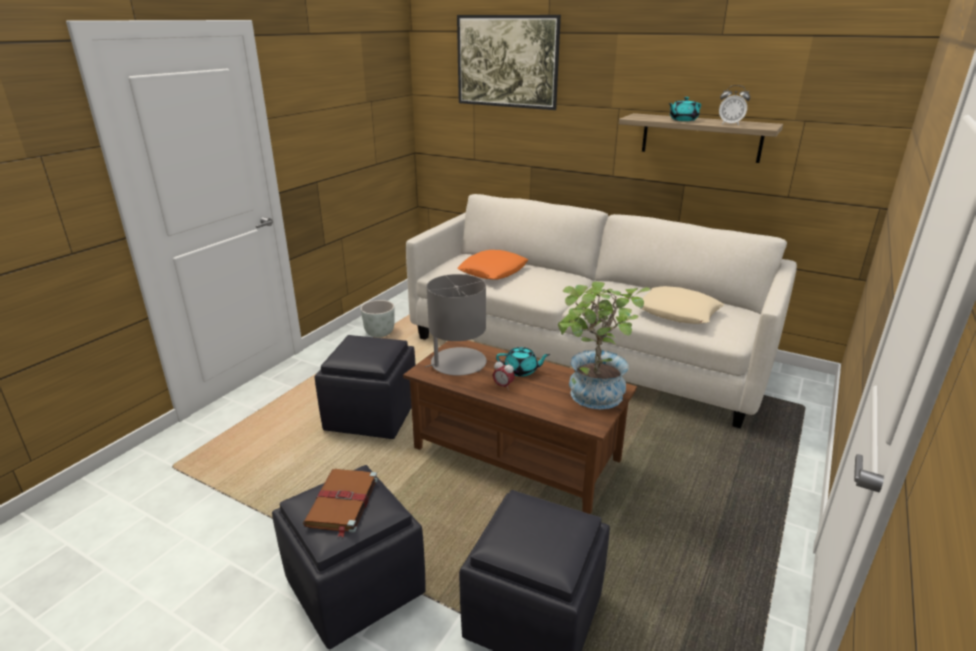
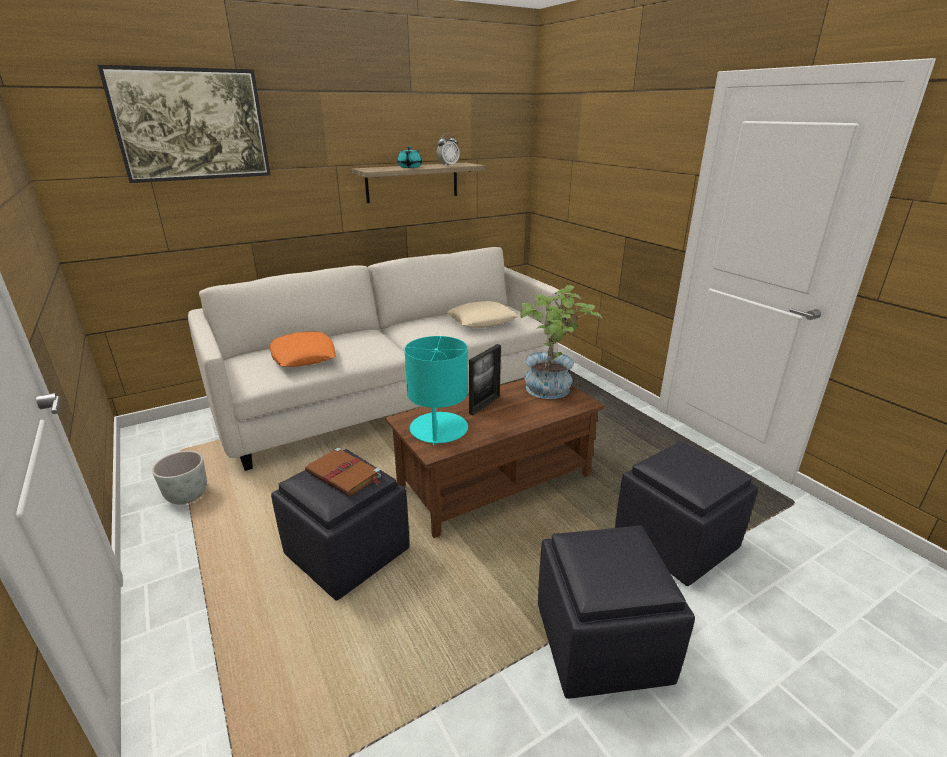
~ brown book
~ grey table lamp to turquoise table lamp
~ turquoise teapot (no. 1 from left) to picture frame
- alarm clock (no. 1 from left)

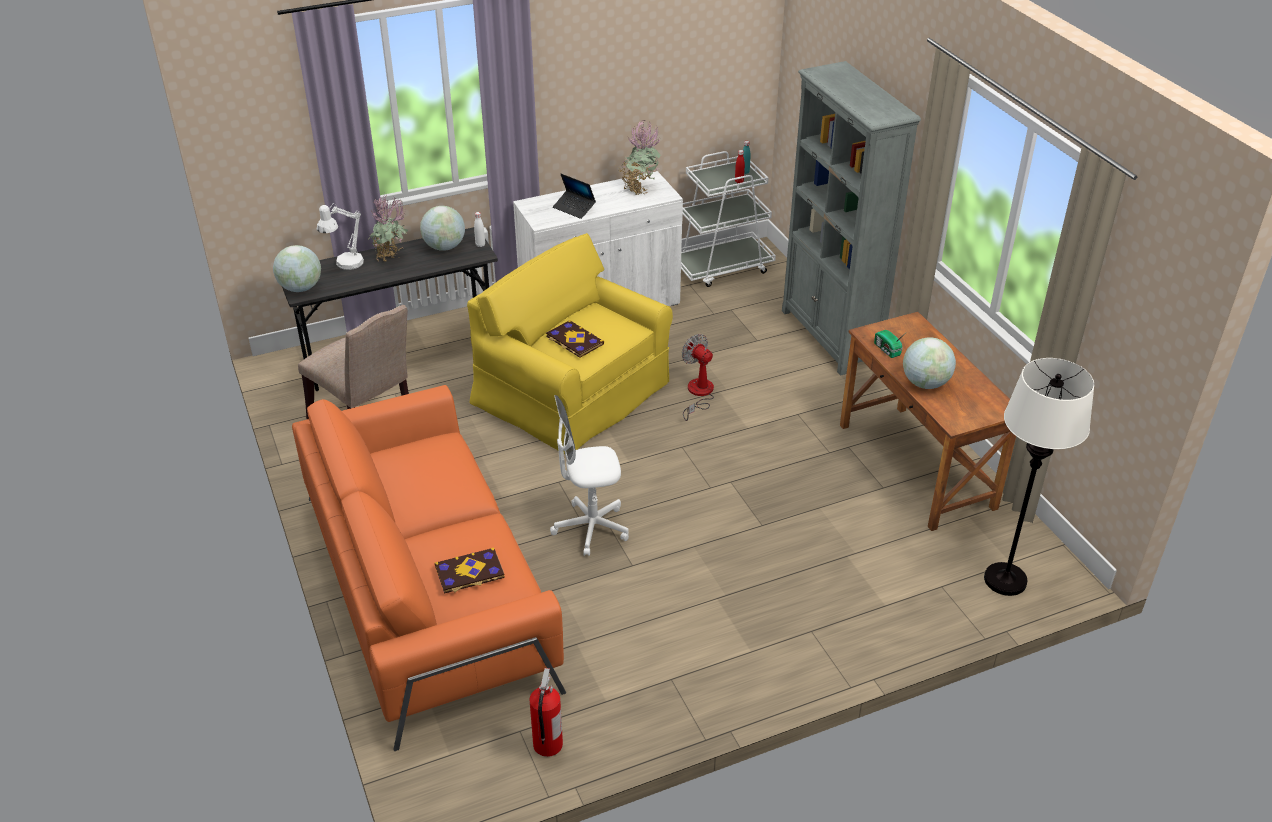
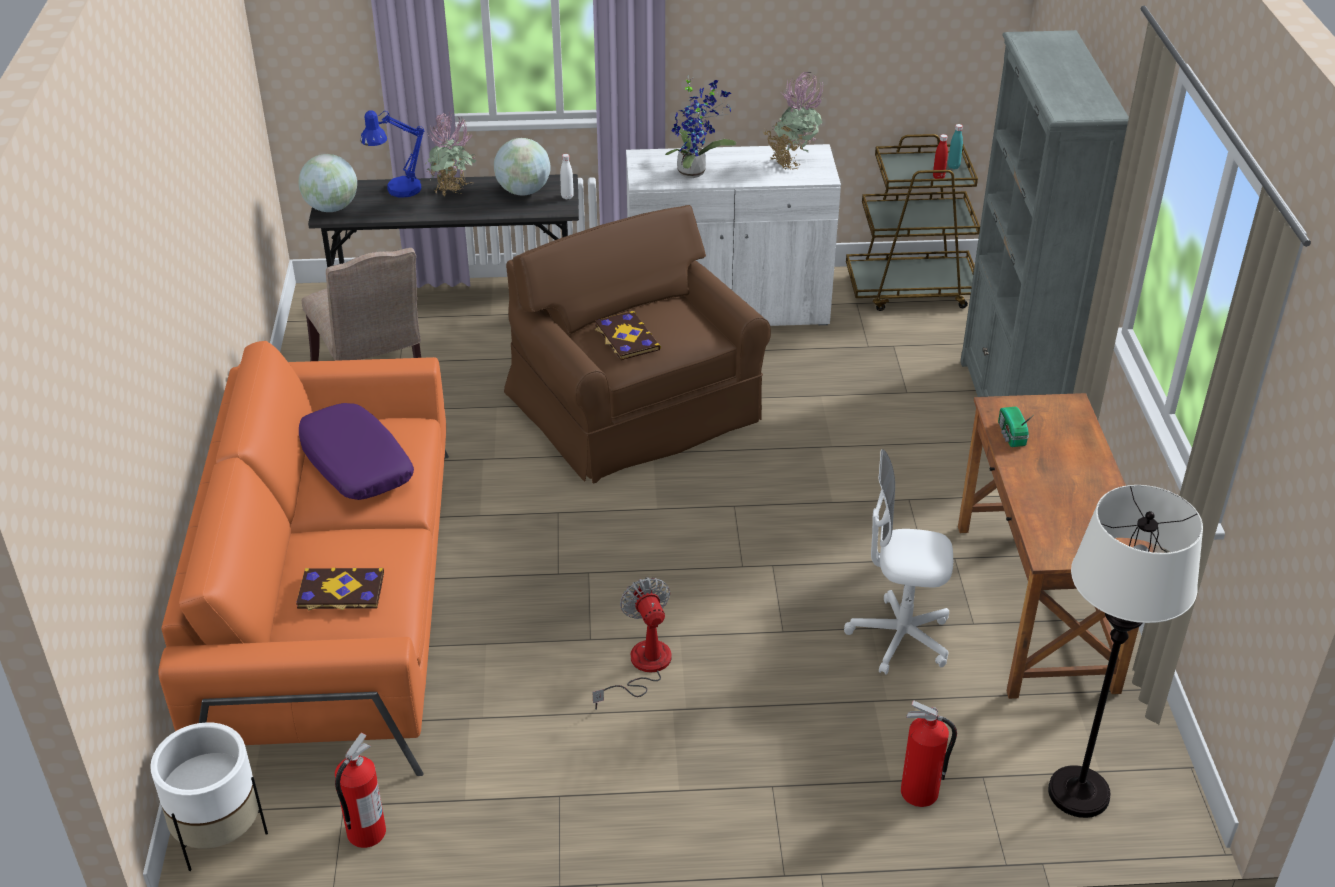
+ white planter
+ purple pillow
~ white table lamp to blue table lamp
~ yellow armchair to brown armchair
~ fan
~ laptop to potted plant (no. 2 from left)
~ white office chair
~ white cart to brown cart
+ fire extinguisher (no. 2 from left)
- globe (no. 3 from left)

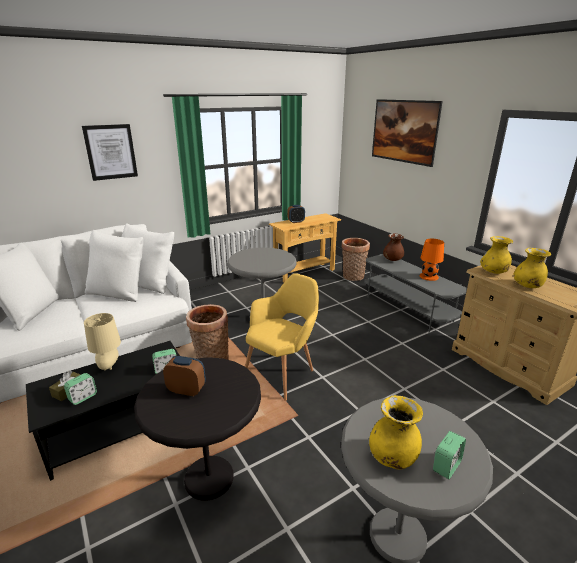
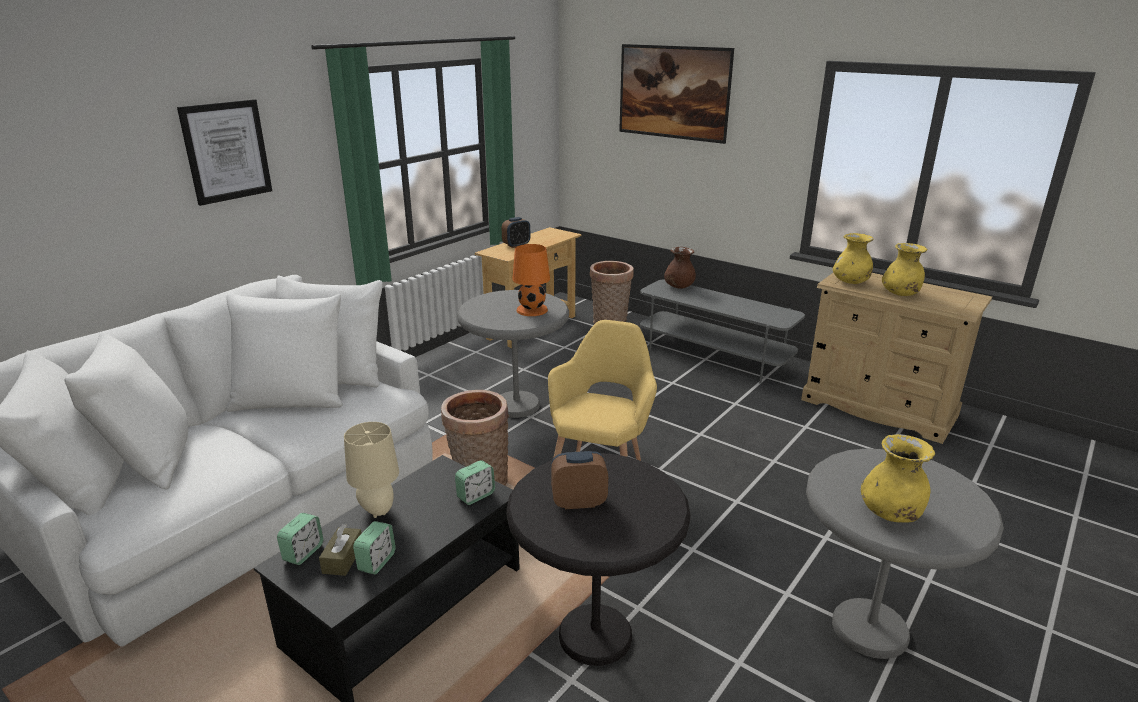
~ alarm clock (no. 5 from left in the first image) to alarm clock (no. 1 from left)
~ orange table lamp

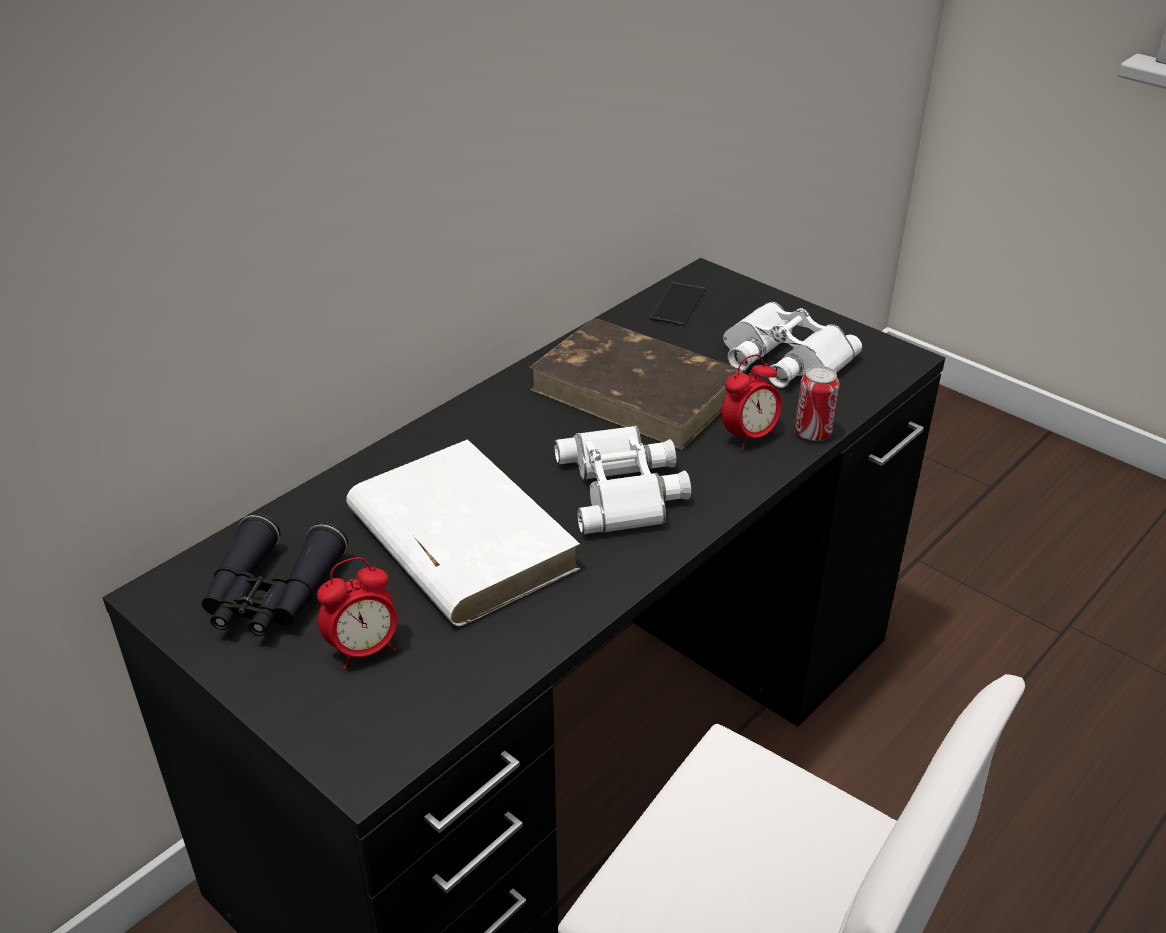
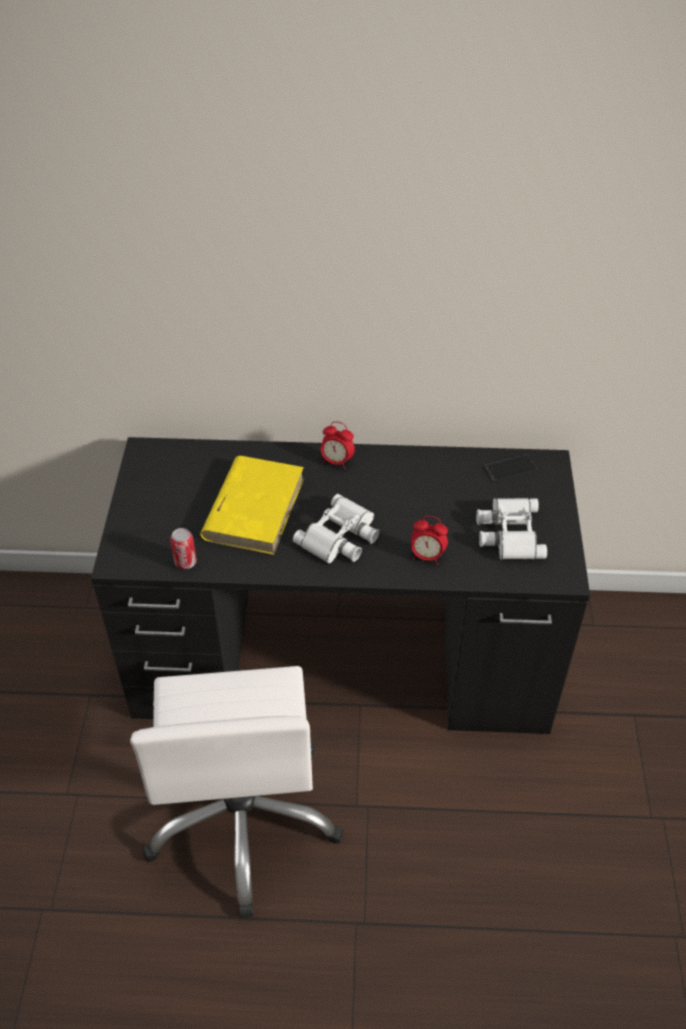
~ can
~ white book to yellow book
~ alarm clock (no. 1 from left)
- black binoculars
- brown book

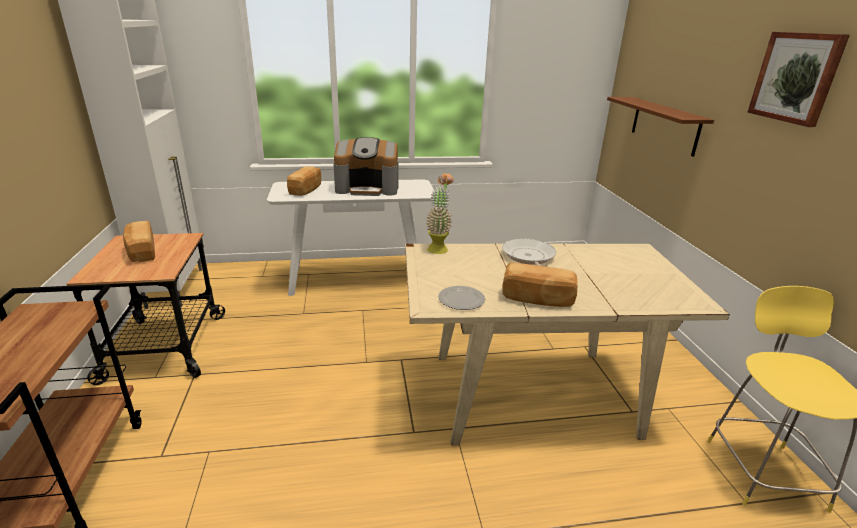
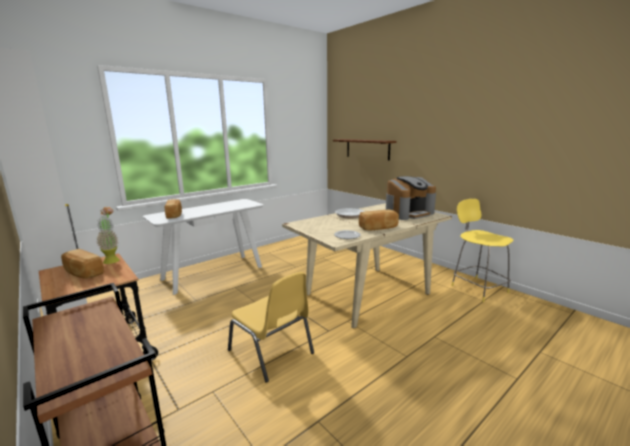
~ potted plant
+ yellow chair
~ coffee machine
- picture

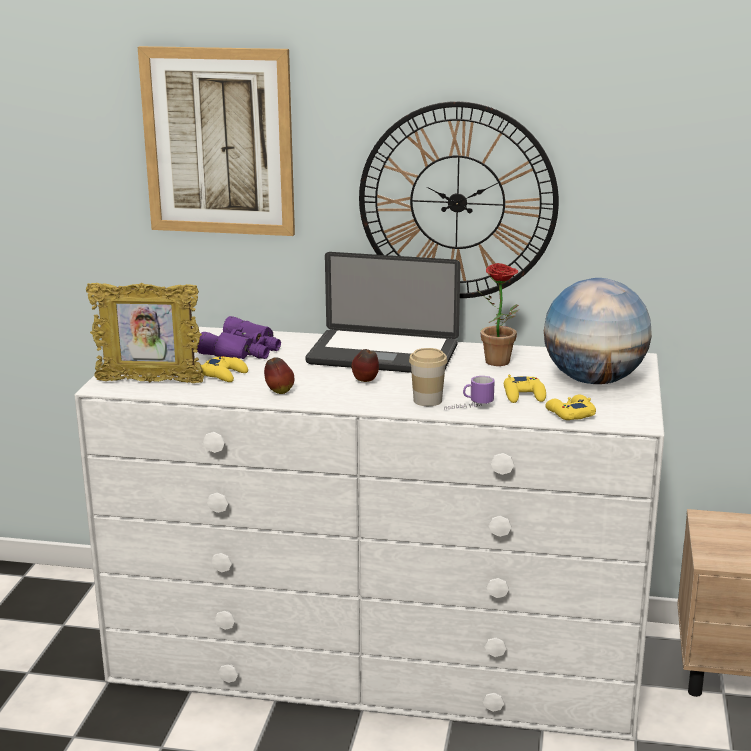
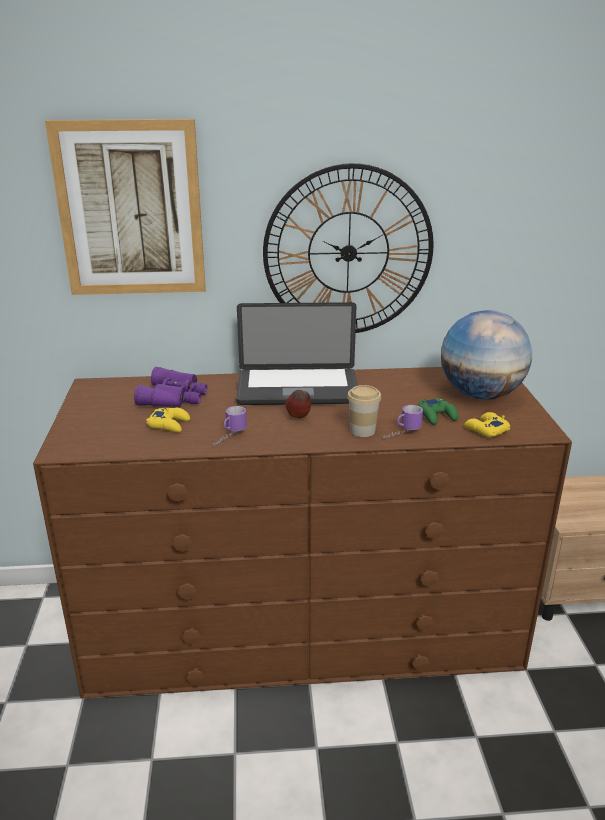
~ white dresser to brown dresser
~ apple (no. 1 from left) to mug (no. 1 from left)
~ yellow game controller (no. 2 from left) to green game controller
- picture frame
- potted plant

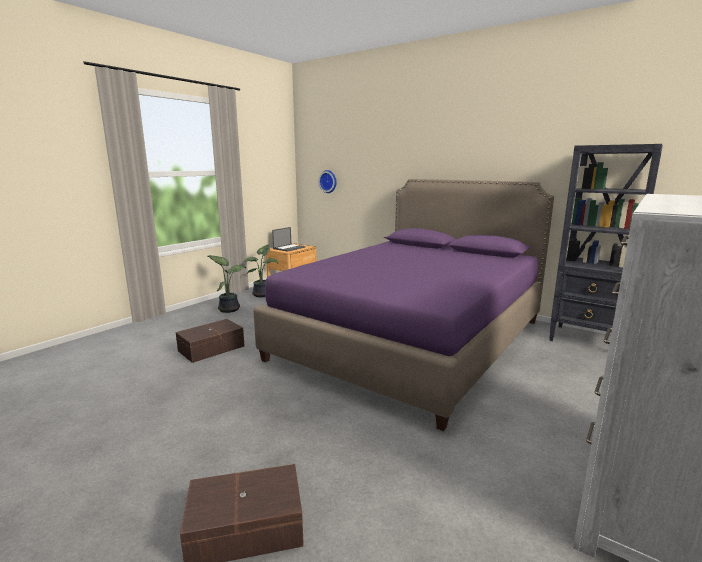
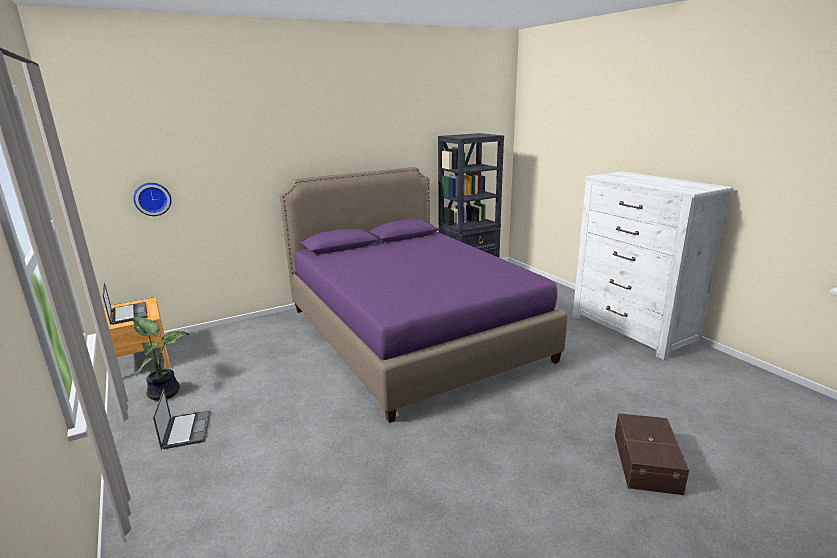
~ potted plant (no. 1 from left) to laptop (no. 2 from left)
- brown storage box (no. 1 from left)

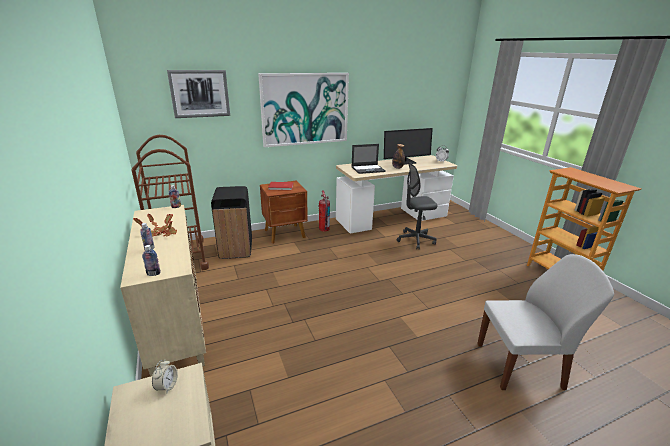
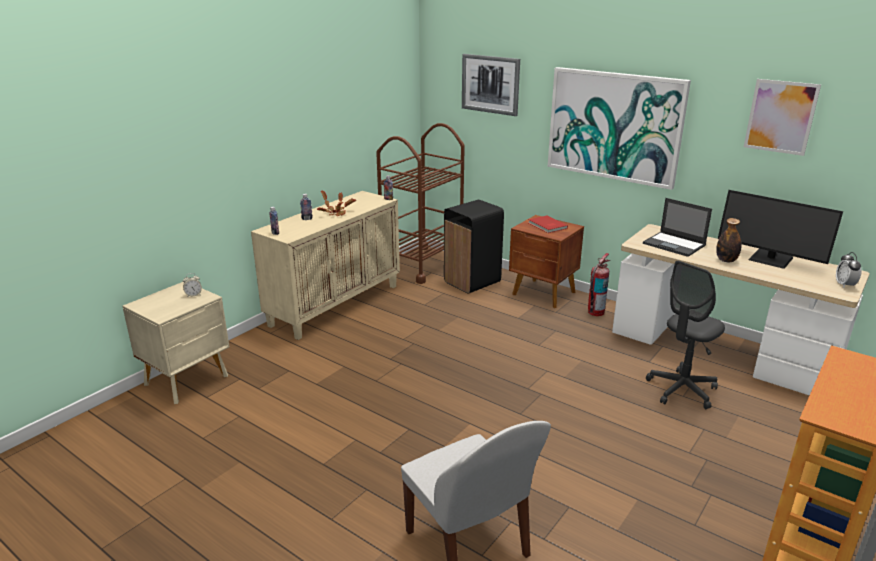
~ grey office chair 90 degrees counterclockwise
+ picture (no. 3 from left)

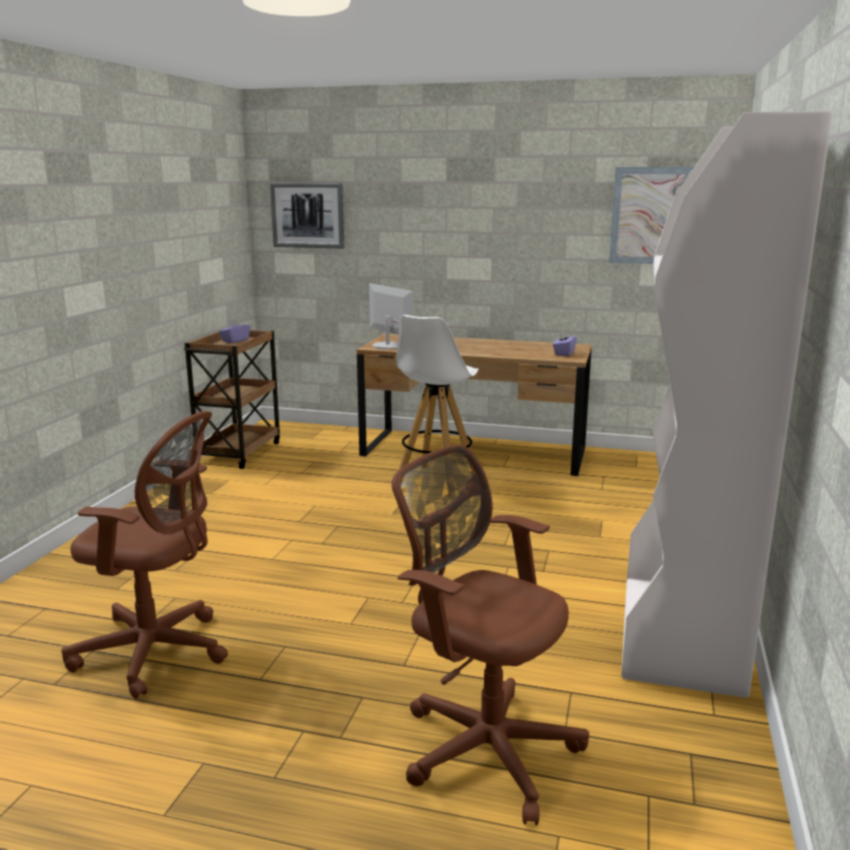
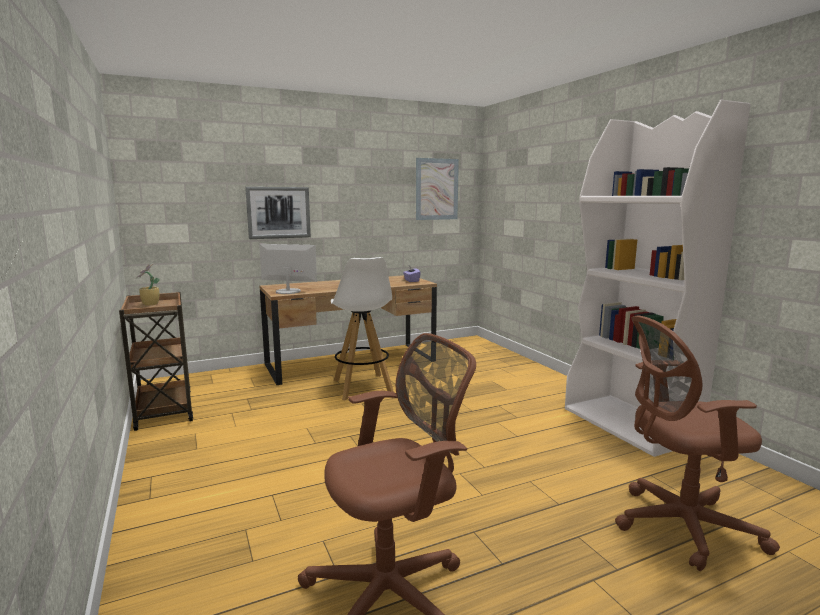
~ purple tissue box (no. 1 from left) to potted plant
~ picture (no. 1 from left)

